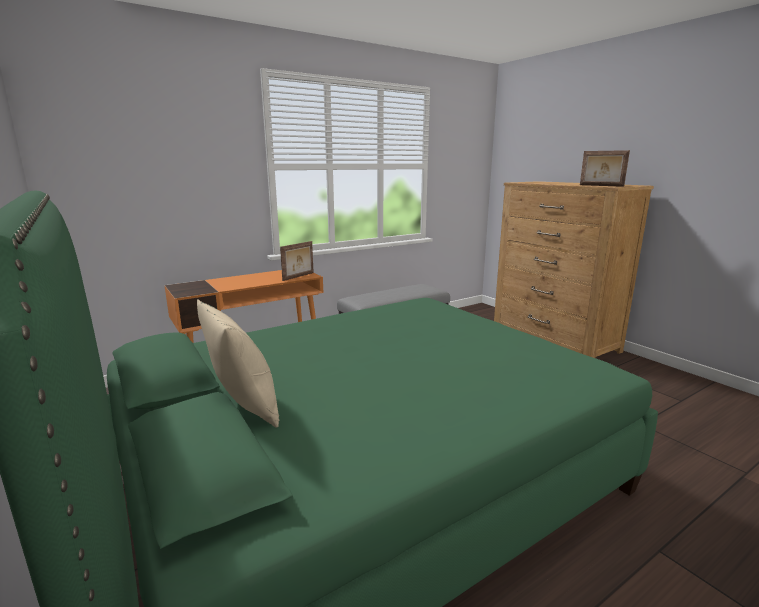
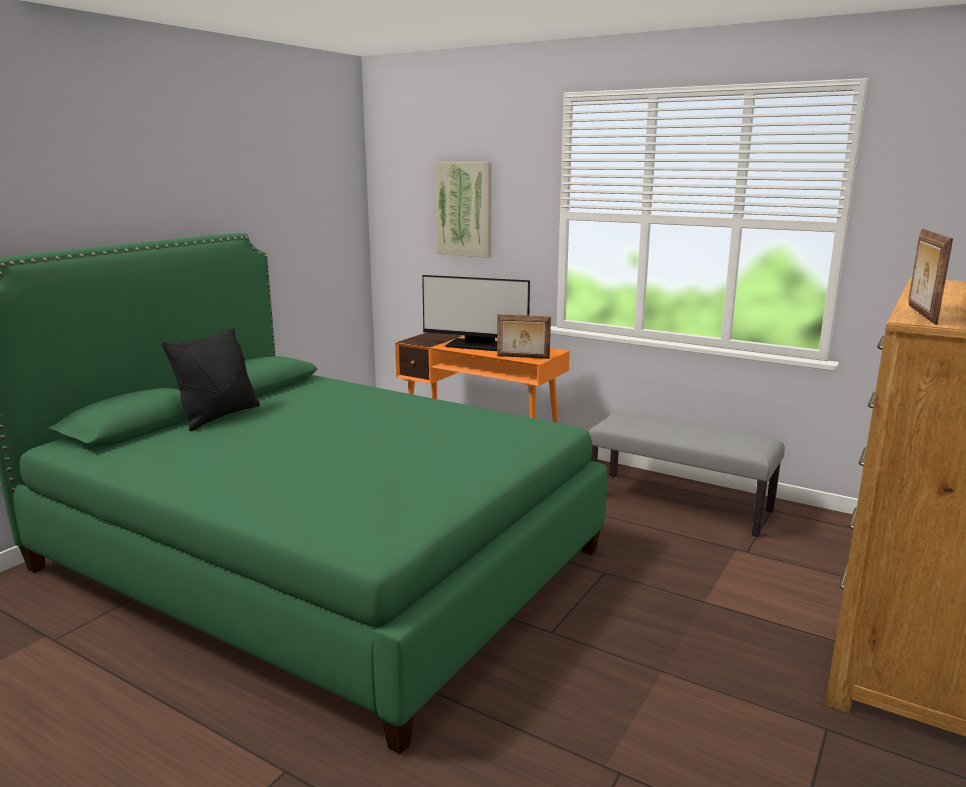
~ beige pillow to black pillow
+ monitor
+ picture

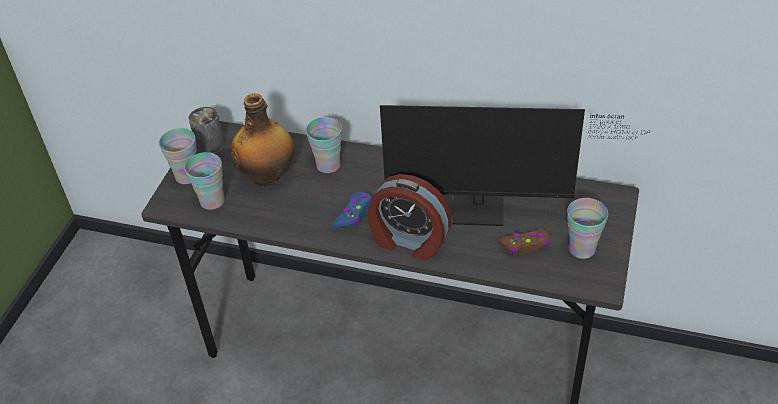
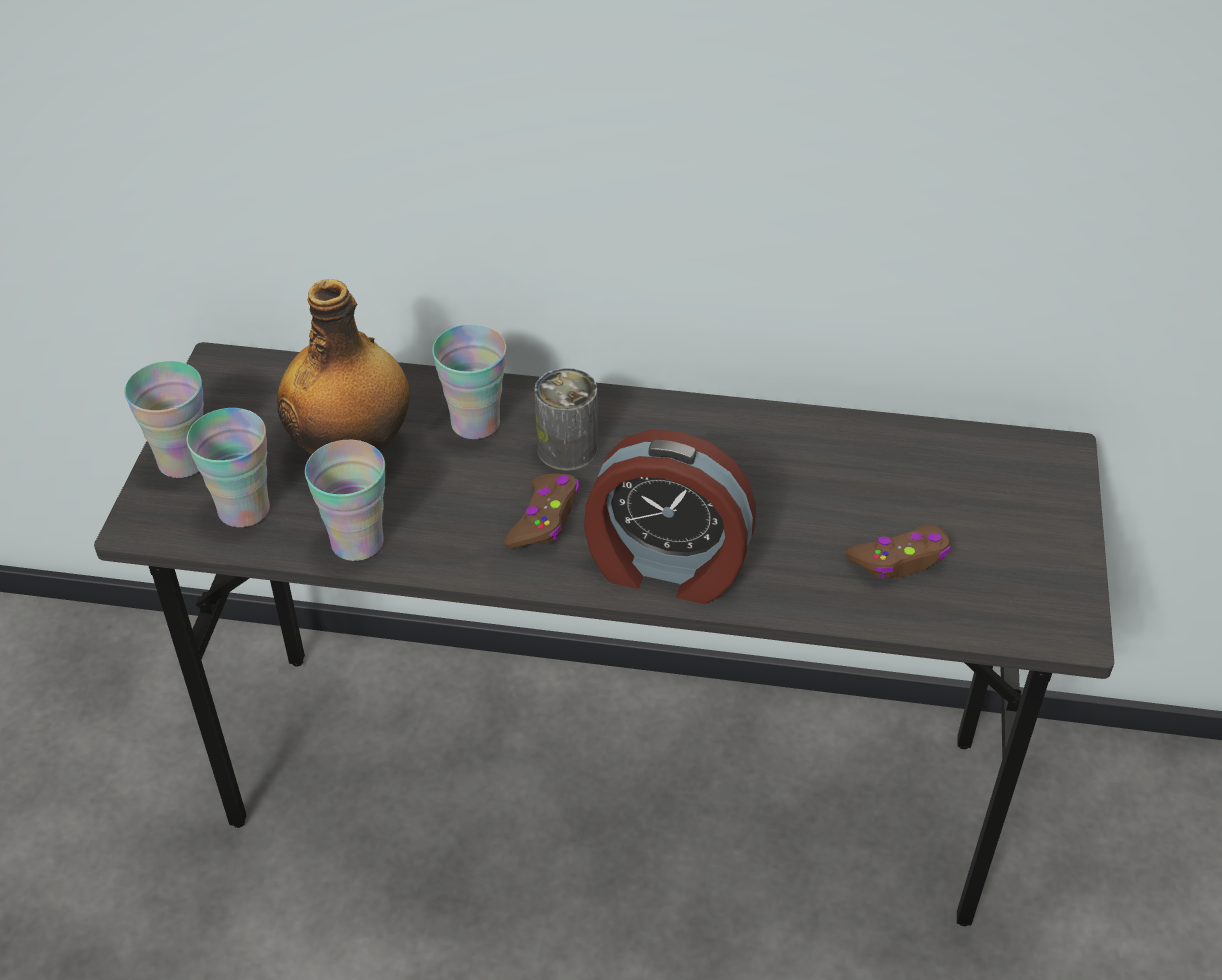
~ cup (no. 4 from left in the first image) to cup (no. 3 from left)
~ blue game controller to brown game controller (no. 1 from left)
~ can
- monitor

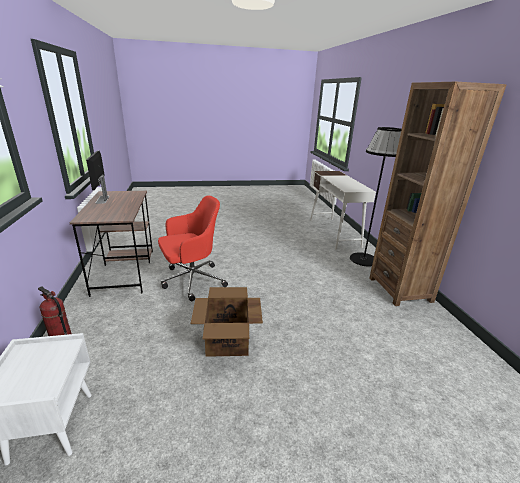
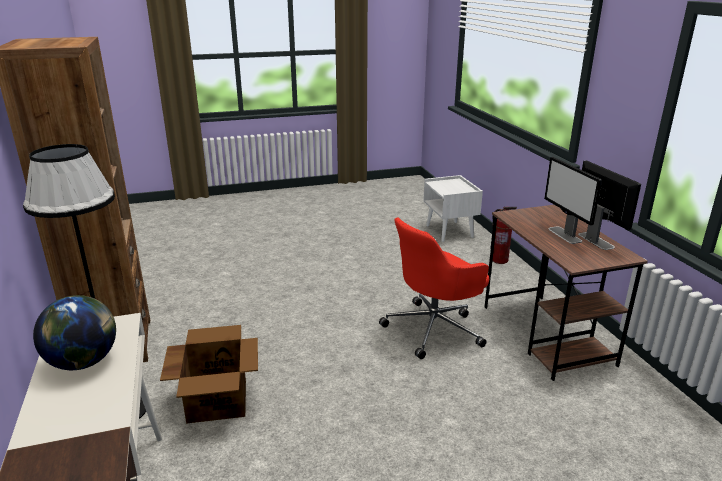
+ globe
~ cardboard box
+ monitor (no. 1 from left)

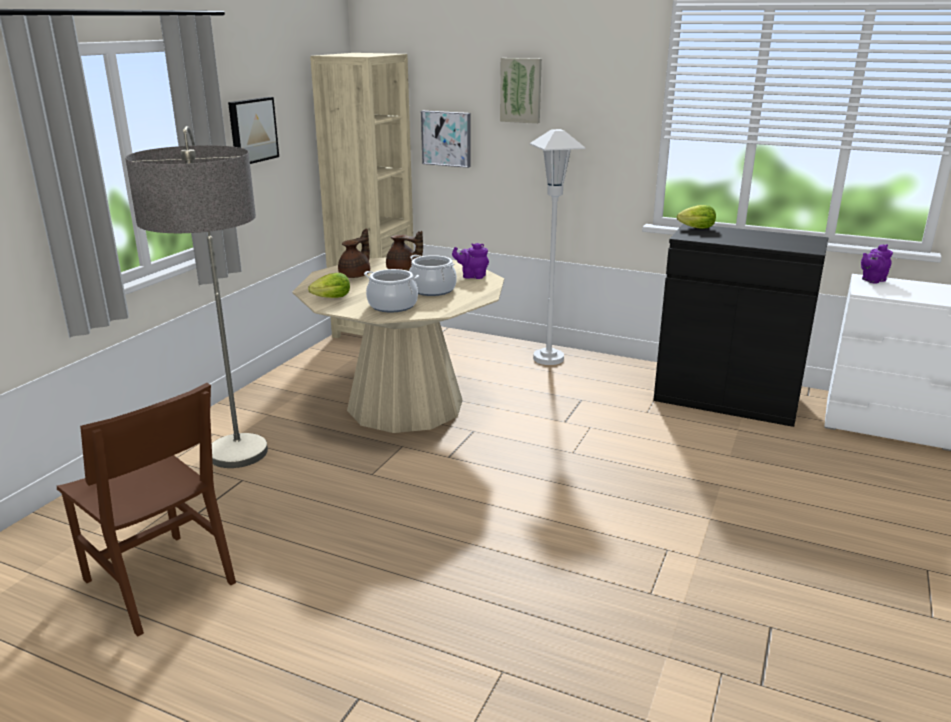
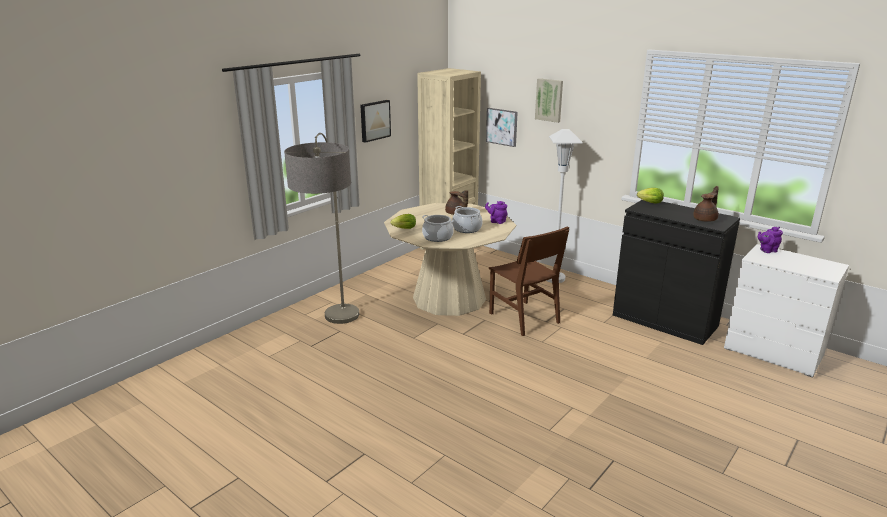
~ brown chair
~ brown teapot (no. 1 from left in the first image) to brown teapot (no. 2 from left)

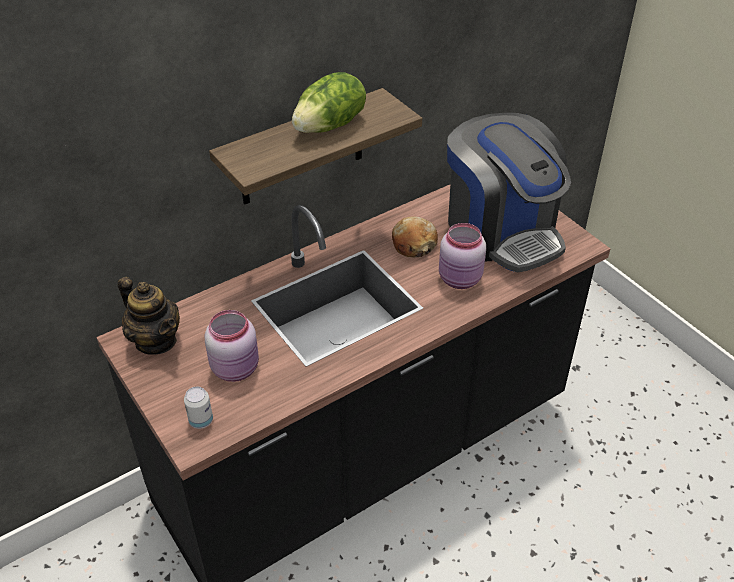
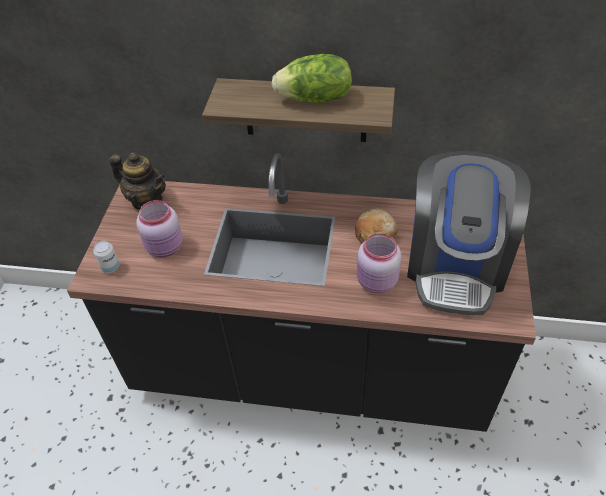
~ teapot 60 degrees counterclockwise

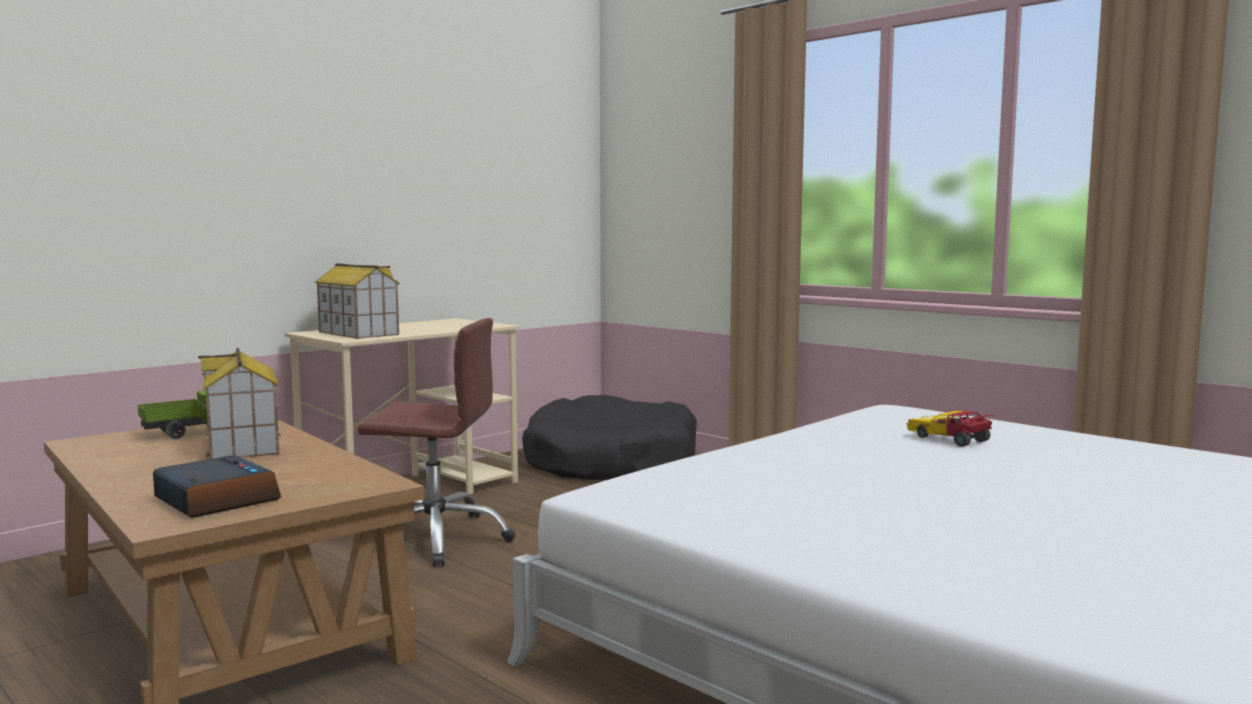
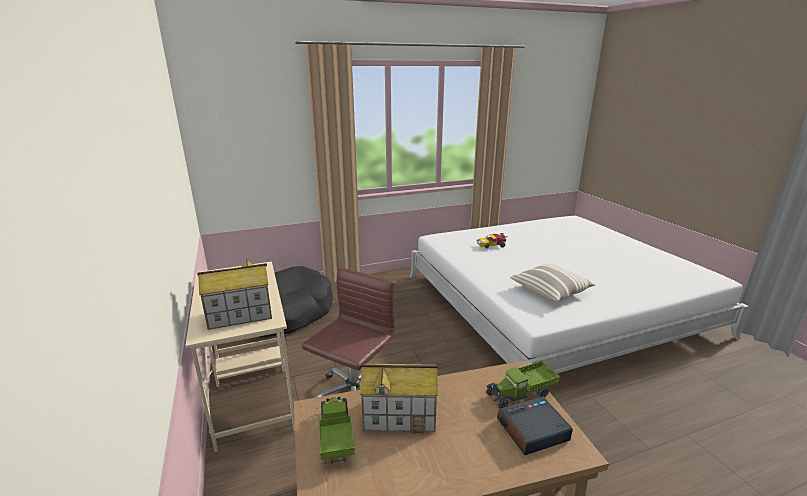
+ toy truck (no. 2 from left)
+ pillow

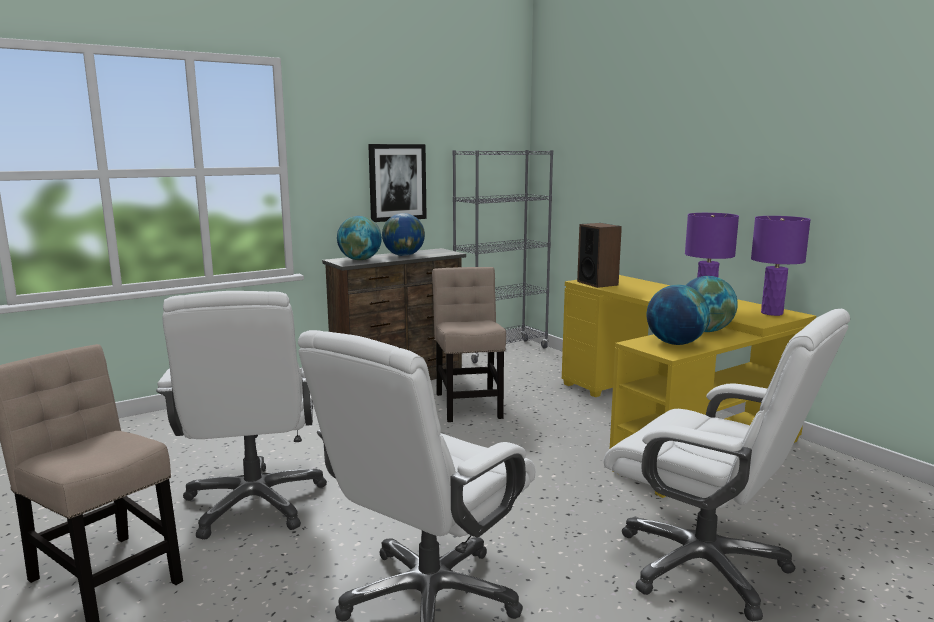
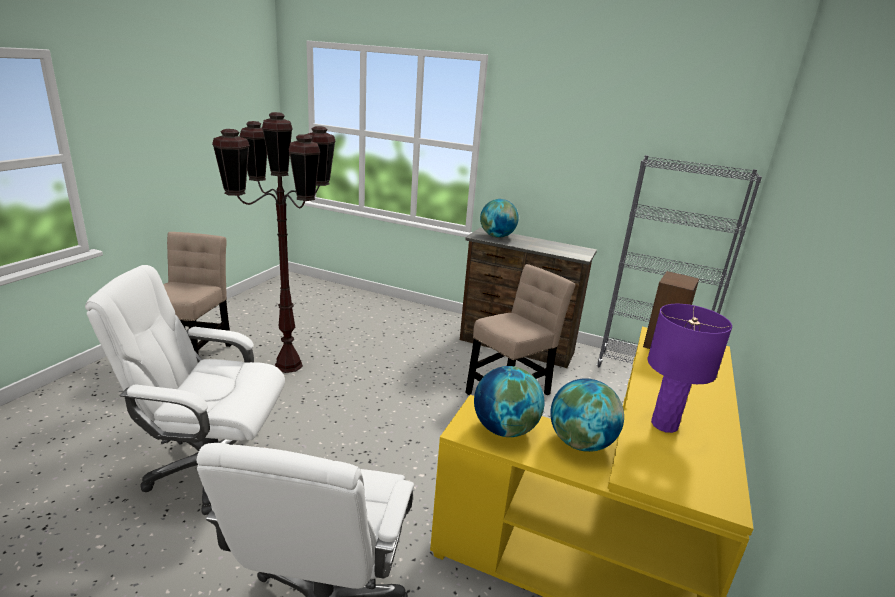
~ white office chair (no. 1 from left) to brown floor lamp
- picture
- globe (no. 2 from left)
- purple table lamp (no. 2 from left)

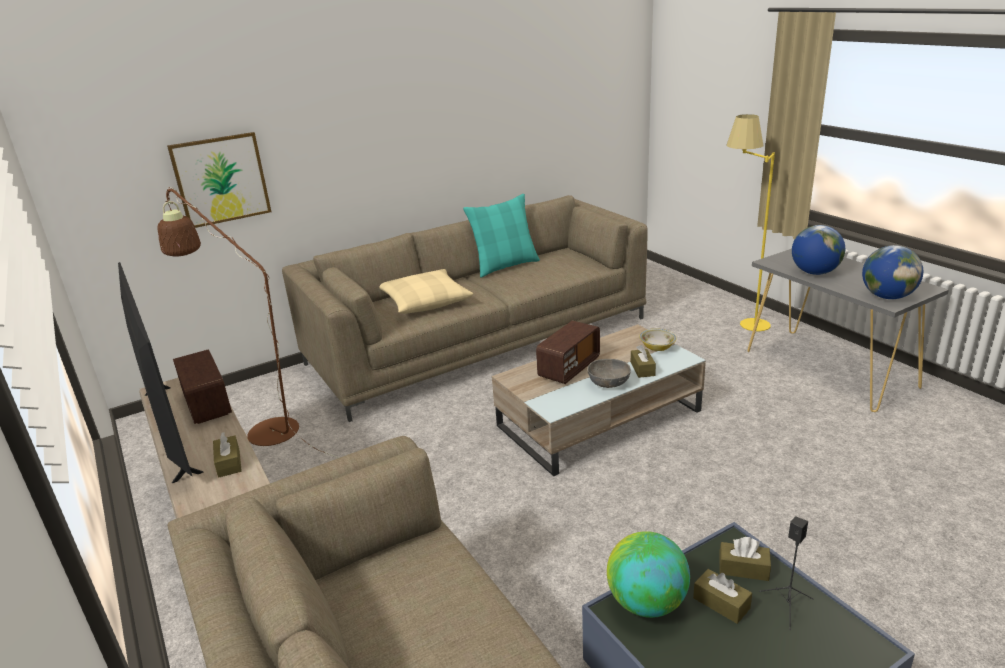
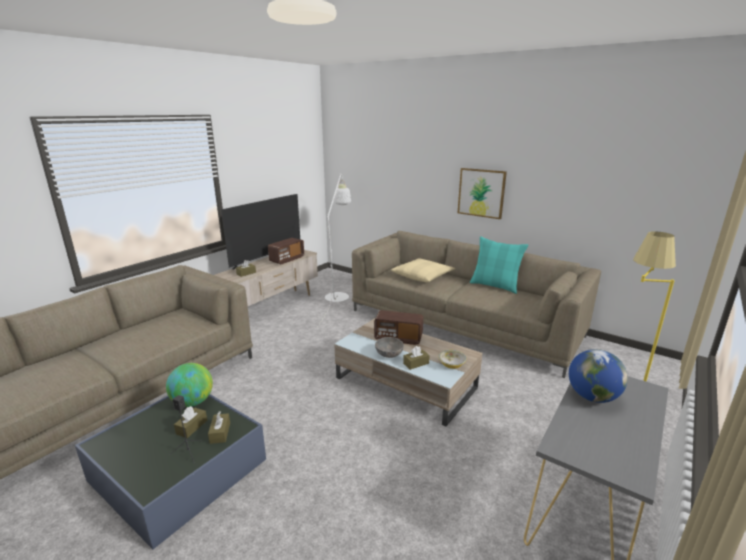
~ brown floor lamp to white floor lamp
~ picture
- globe (no. 3 from left)

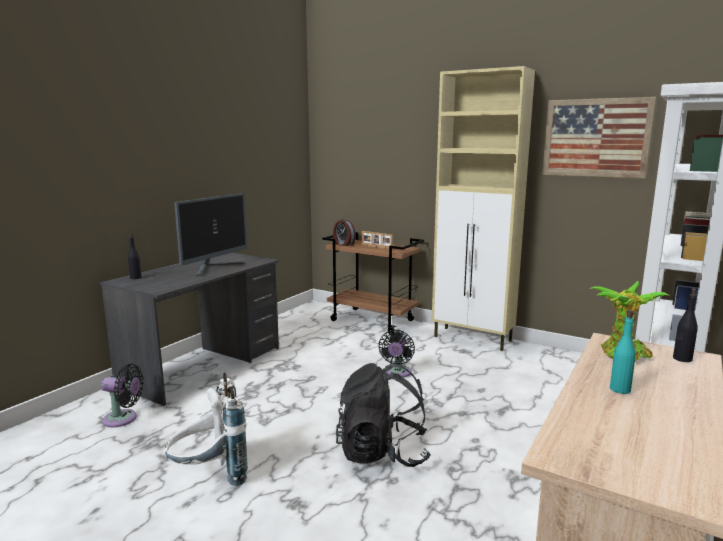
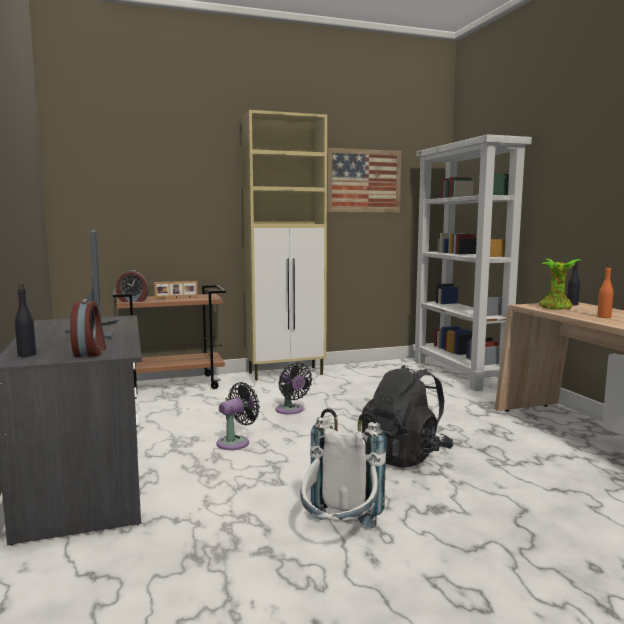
+ alarm clock (no. 1 from left)
~ black fan (no. 1 from left)
~ turquoise bottle to orange bottle

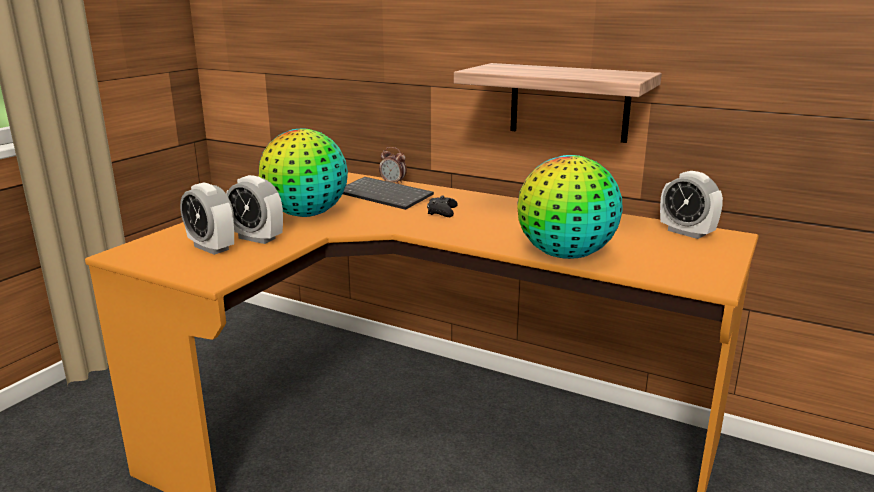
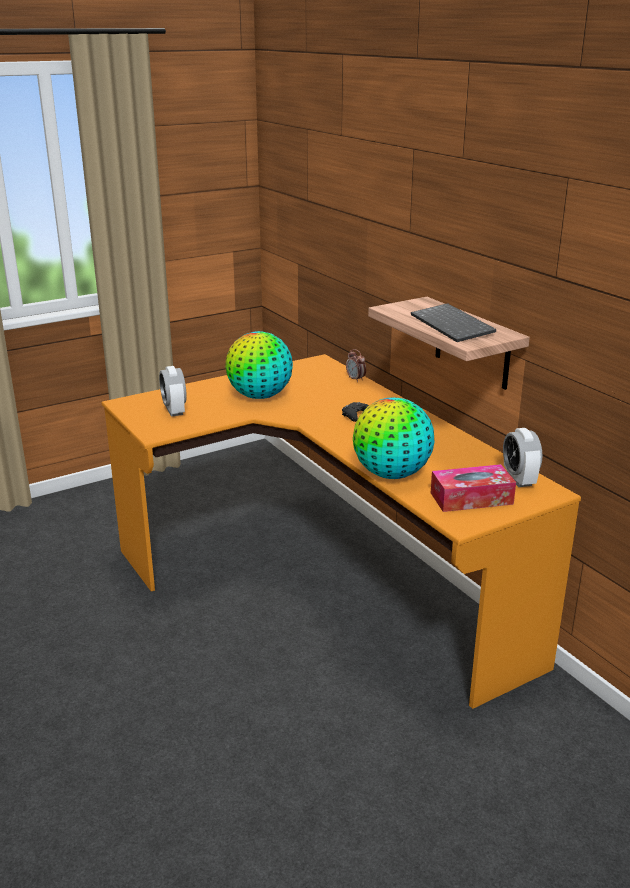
~ keyboard
+ tissue box
- alarm clock (no. 2 from left)

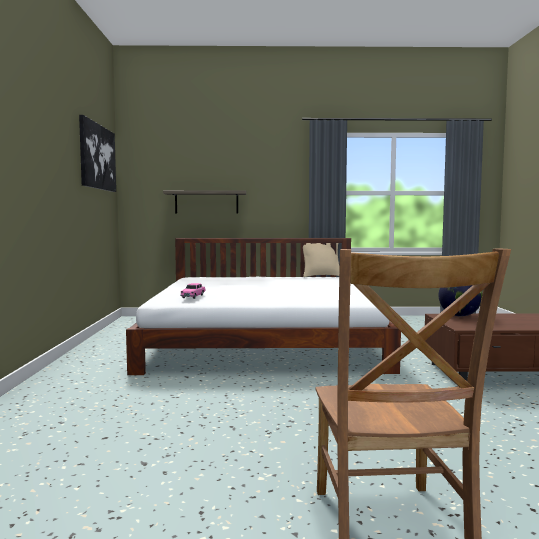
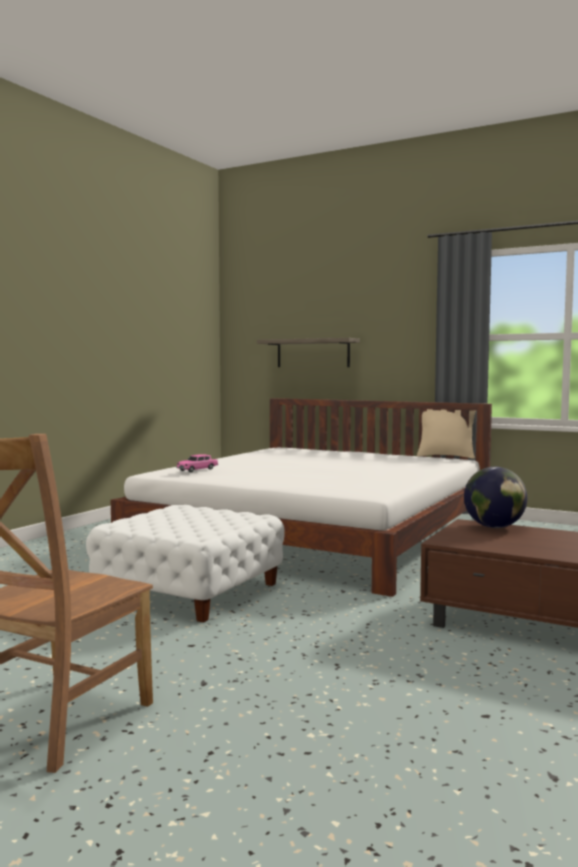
+ white ottoman
- picture

